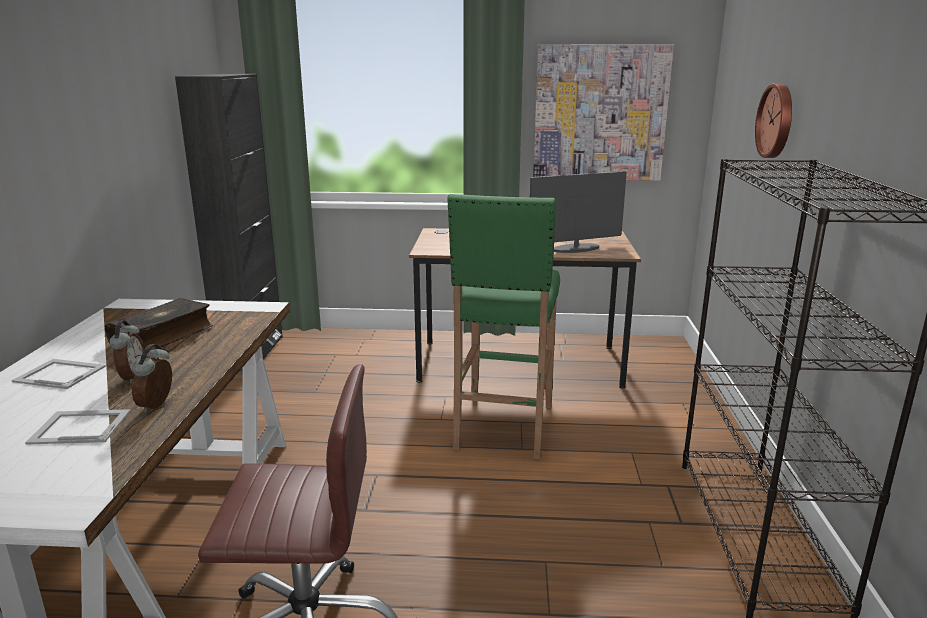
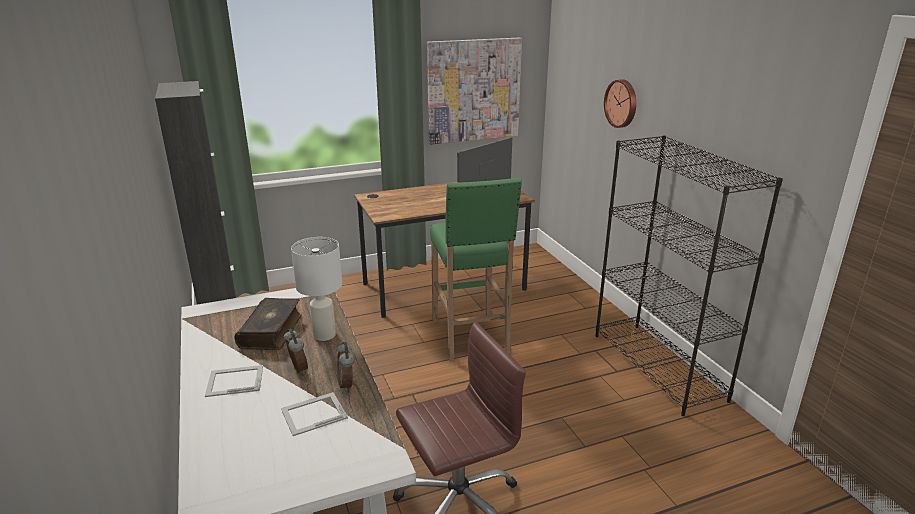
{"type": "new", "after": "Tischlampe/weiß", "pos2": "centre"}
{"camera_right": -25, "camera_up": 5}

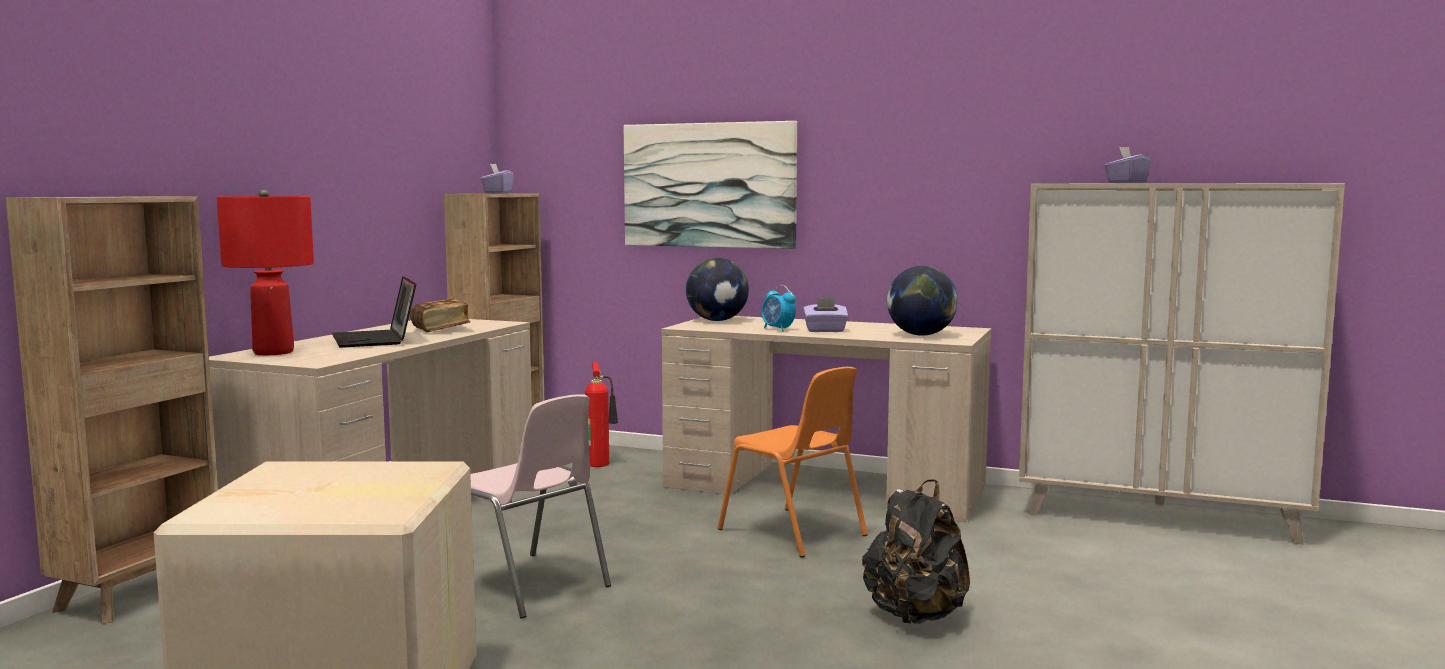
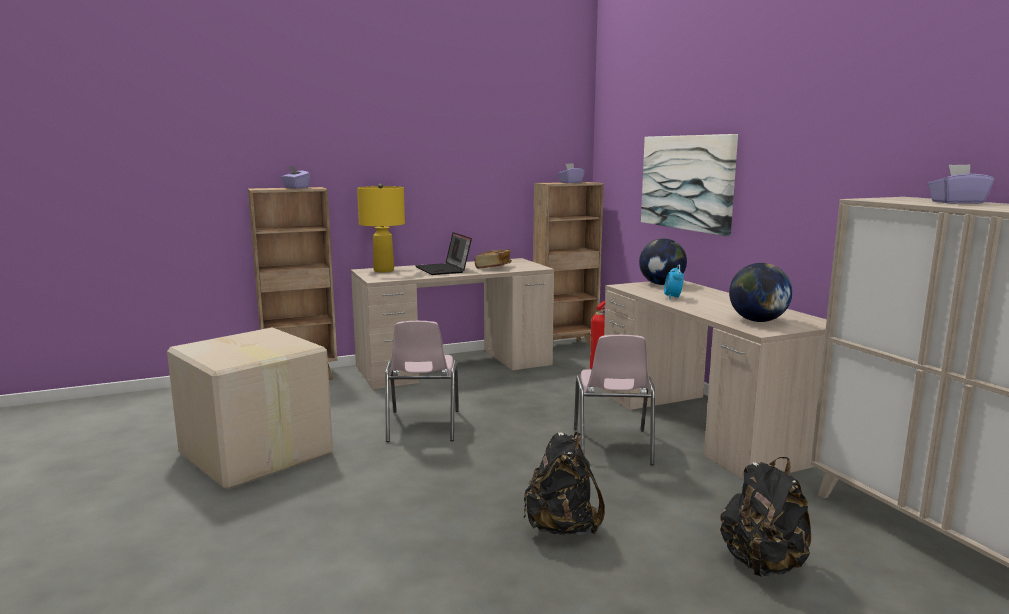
{"type": "repainted", "before": "Tischlampe/rot", "after": "Tischlampe/gelb", "pos1": "middle left", "pos2": "centre"}
{"type": "rotated", "before": "Laptop", "pos1": "middle left", "pos2": "centre", "turn": -45}
{"type": "repainted", "before": "Stuhl/orange", "after": "Stuhl/rosa (no. 2 from left)", "pos1": "bottom centre", "pos2": "centre"}
{"type": "shifted", "before": "Taschentuchbox/lila (no. 2 from left in the first image)", "after": "Taschentuchbox/lila (no. 1 from left)", "pos1": "centre", "pos2": "top left"}
{"type": "new", "after": "Rucksack/schwarz (no. 2 from left)", "pos2": "bottom right"}
{"camera_right": 45, "camera_up": 5}

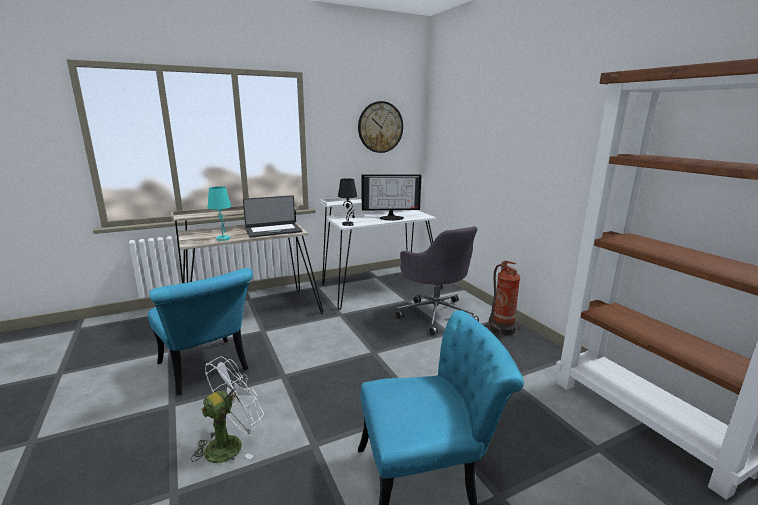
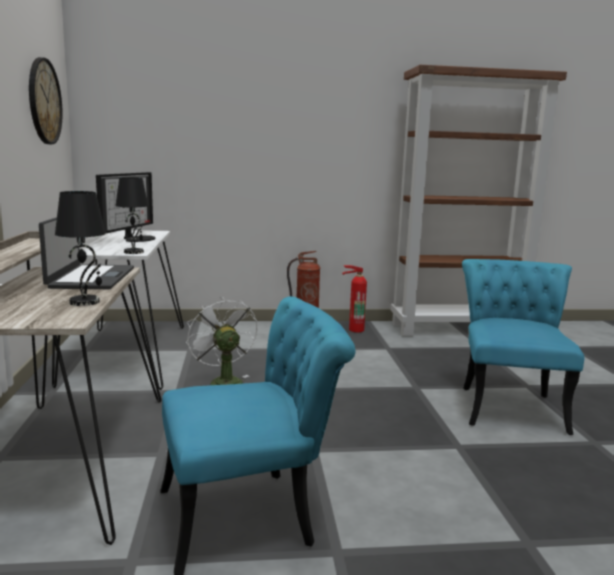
{"type": "shifted", "before": "Ventilator/weiß", "pos1": "bottom left", "pos2": "centre"}
{"type": "repainted", "before": "Tischlampe/türkis", "after": "Tischlampe/schwarz (no. 1 from left)", "pos1": "middle left", "pos2": "middle left"}
{"type": "gone", "before": "Bürostuhl/grau", "pos1": "centre"}
{"type": "new", "after": "Feuerlöscher (no. 2 from left)", "pos2": "centre"}
{"camera_right": -70, "camera_up": -5}

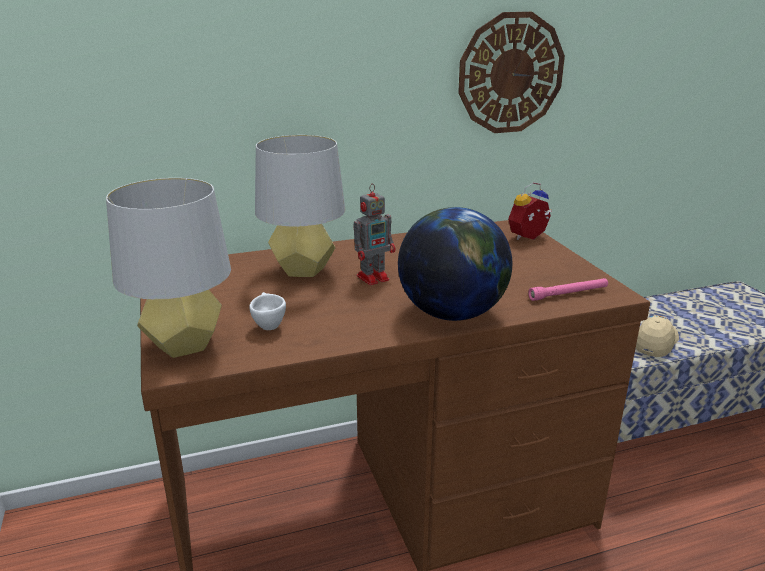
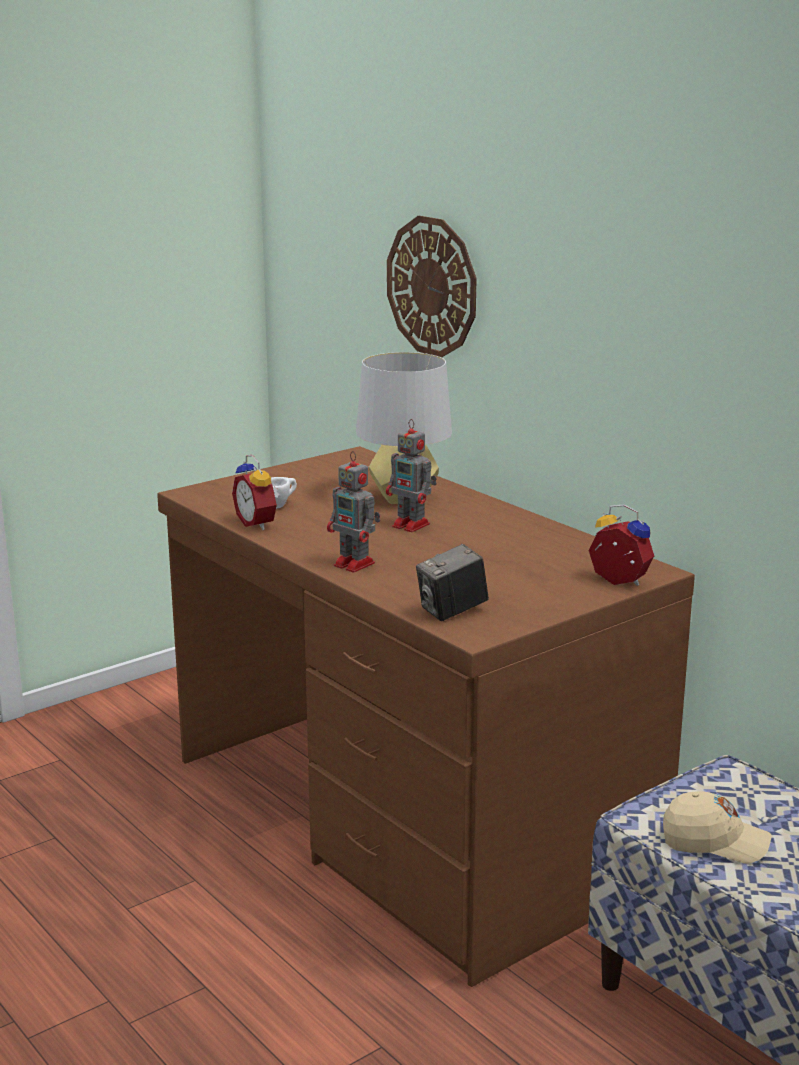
{"type": "gone", "before": "Tischlampe/grau (no. 1 from left)", "pos1": "middle left"}
{"type": "swapped", "before": "Globus", "after": "Spielzeugroboter (no. 1 from left)", "pos1": "centre", "pos2": "centre"}
{"type": "shifted", "before": "Wanduhr", "pos1": "top right", "pos2": "top centre"}
{"type": "swapped", "before": "Taschenlampe/rosa", "after": "Kamera", "pos1": "middle right", "pos2": "centre"}
{"type": "new", "after": "Wecker (no. 1 from left)", "pos2": "middle left"}
{"camera_right": 70, "camera_up": -5}

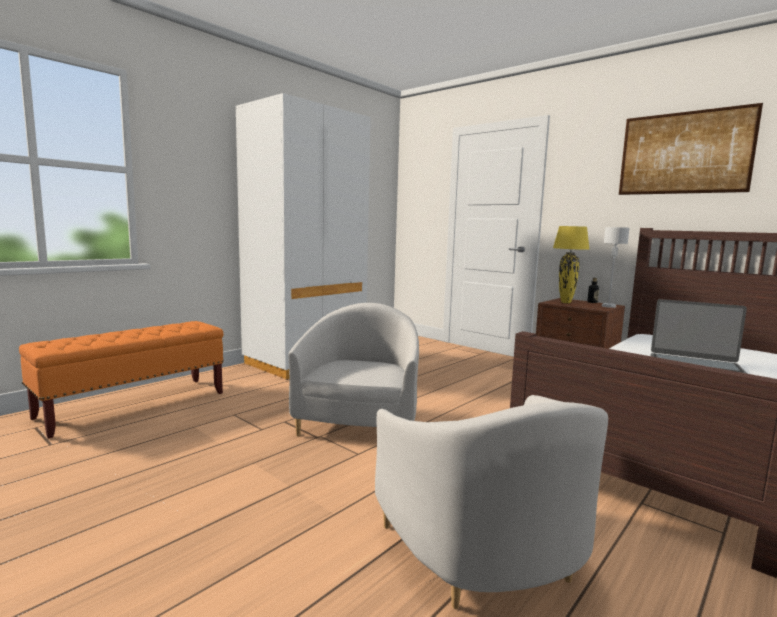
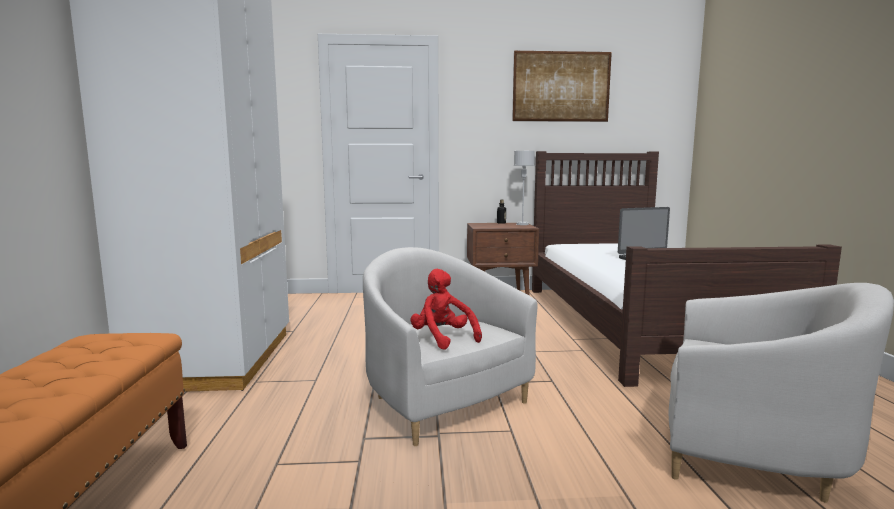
{"type": "gone", "before": "Tischlampe/gelb", "pos1": "middle right"}
{"type": "new", "after": "Plüschtier/rot", "pos2": "centre"}
{"camera_right": -45, "camera_up": 0}

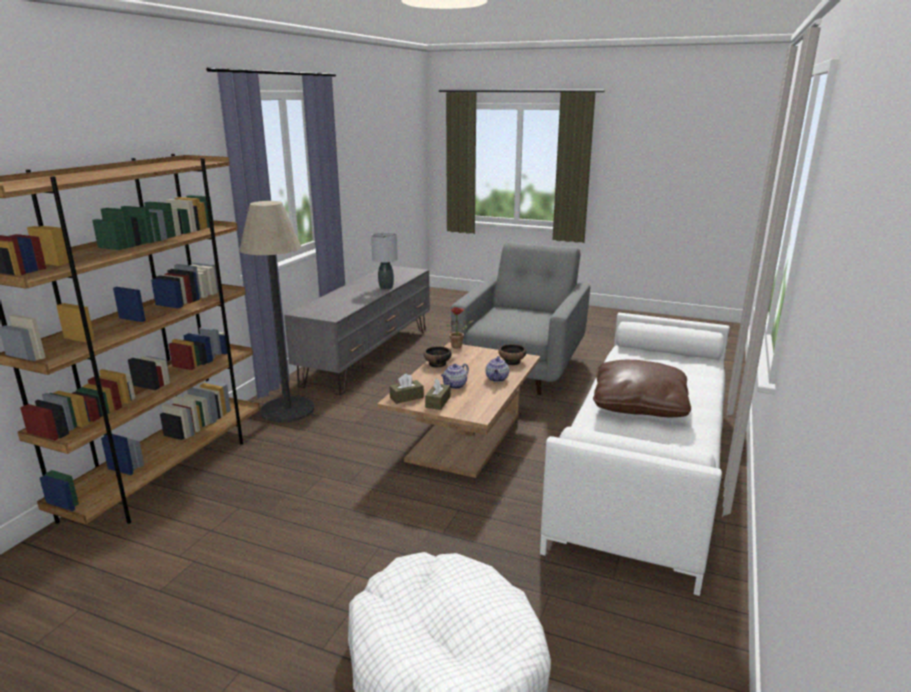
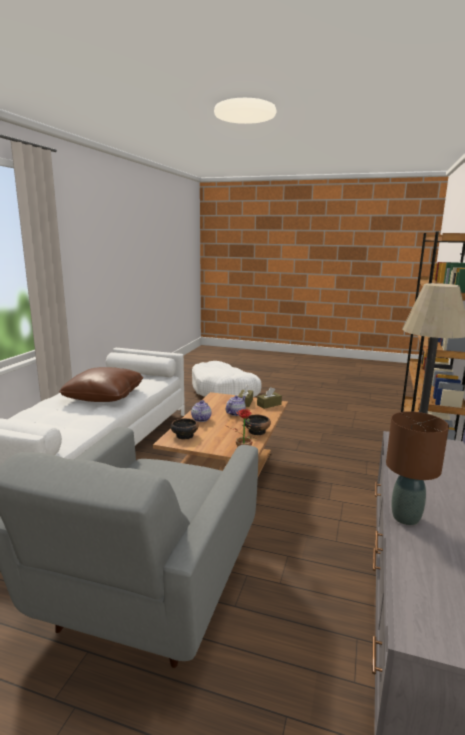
{"type": "repainted", "before": "Tischlampe/grau", "after": "Tischlampe/braun", "pos1": "centre", "pos2": "middle right"}
{"camera_right": 175, "camera_up": -5}

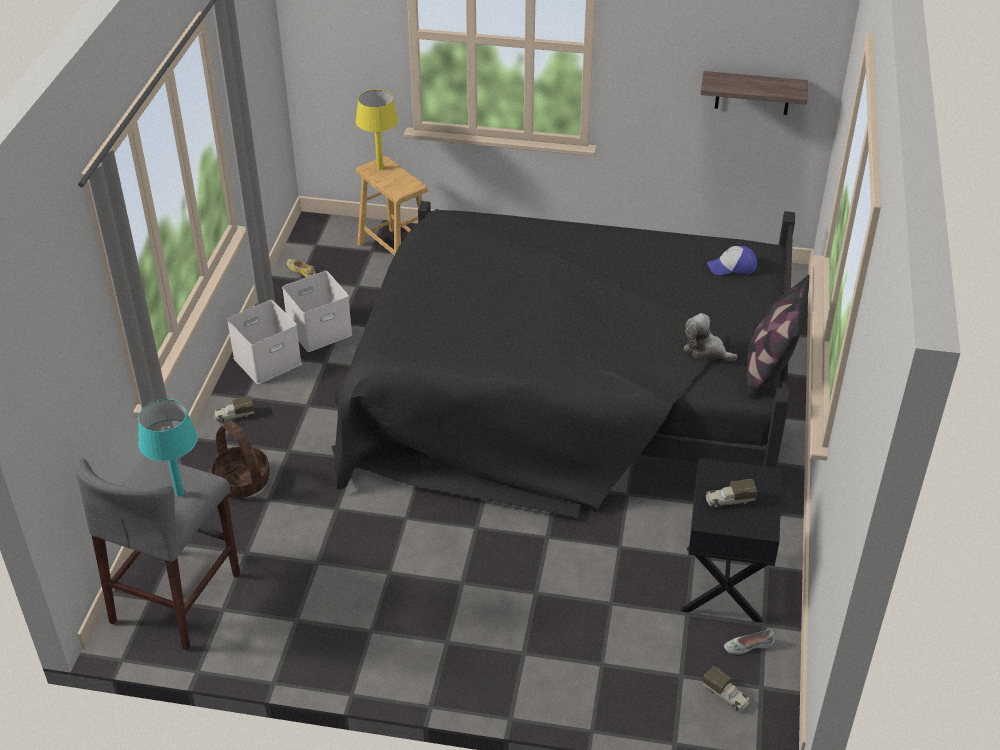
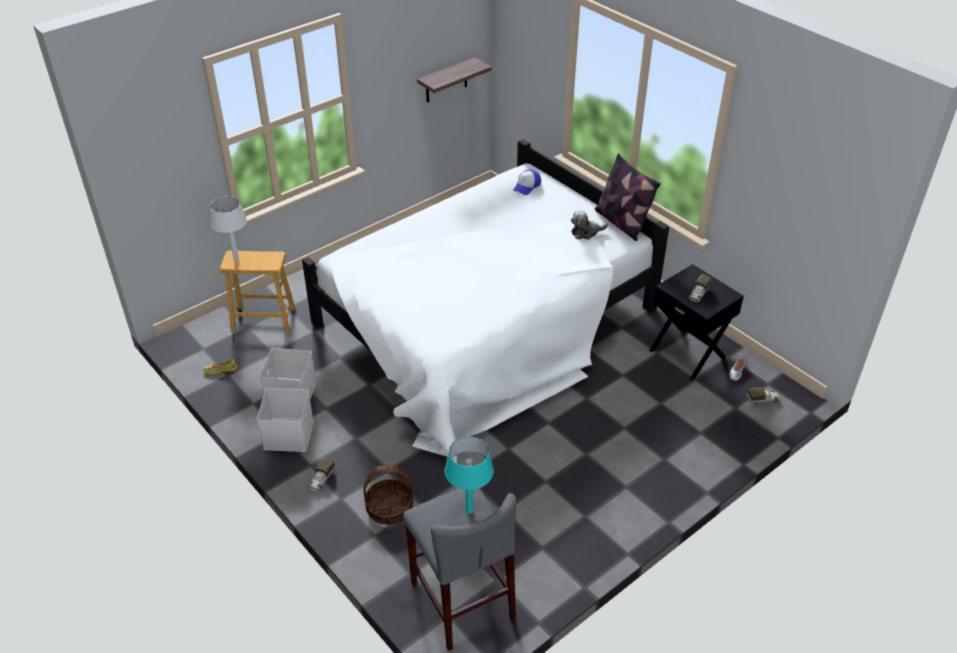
{"type": "repainted", "before": "Bett/schwarz", "after": "Bett/weiß", "pos1": "centre", "pos2": "centre"}
{"type": "repainted", "before": "Tischlampe/gelb", "after": "Tischlampe/weiß", "pos1": "top centre", "pos2": "middle left"}
{"camera_right": -50, "camera_up": 0}

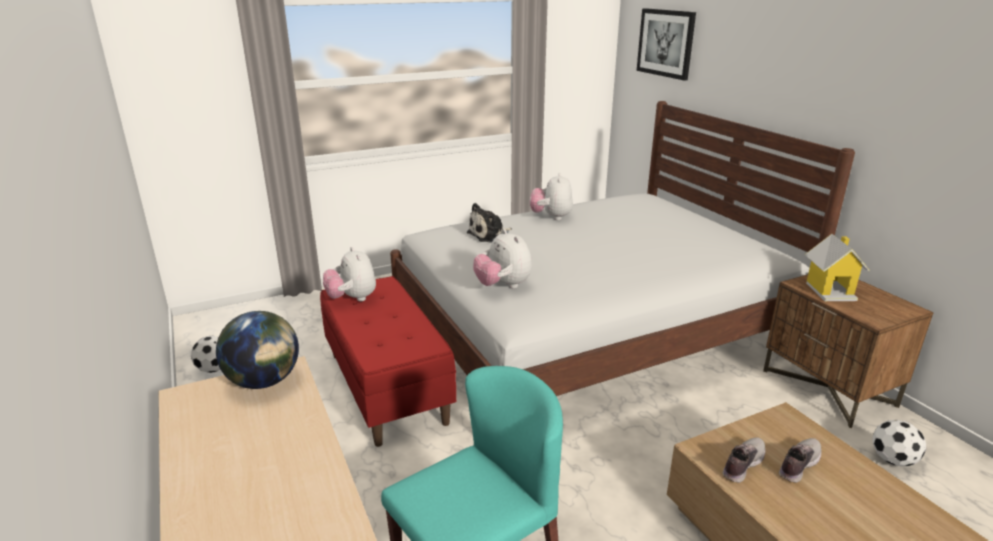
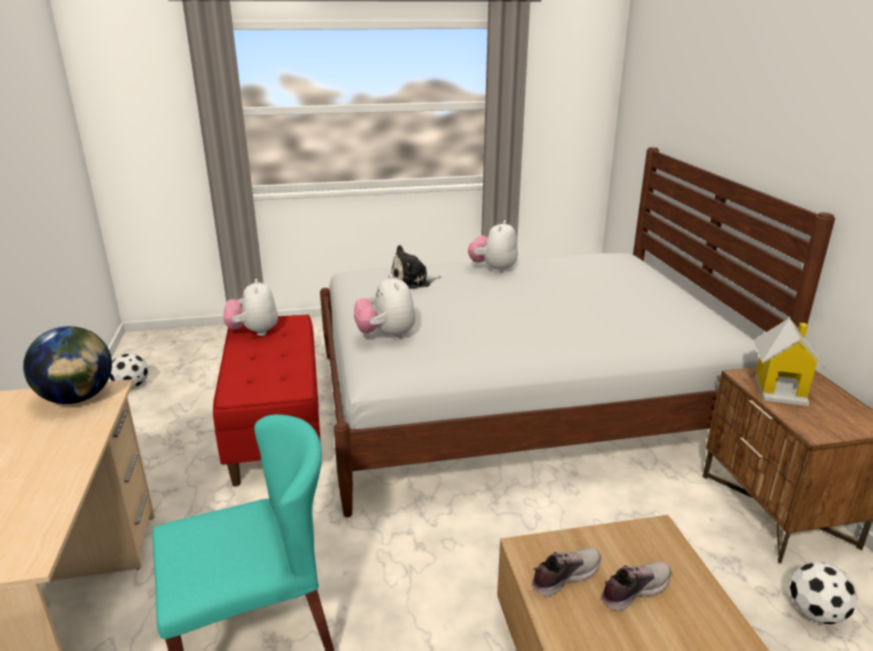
{"type": "gone", "before": "Bild", "pos1": "top right"}
{"camera_right": 15, "camera_up": 0}

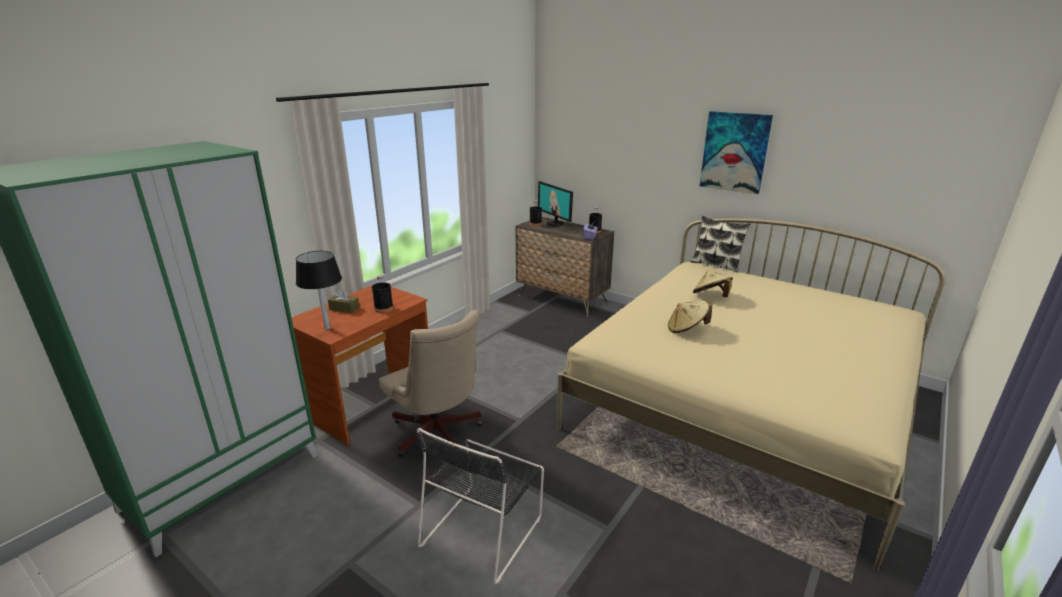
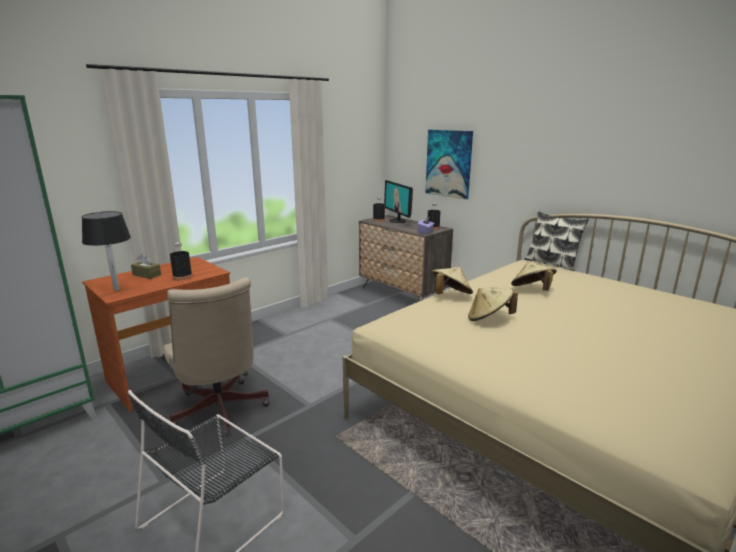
{"type": "shifted", "before": "Bild", "pos1": "top right", "pos2": "top centre"}
{"type": "new", "after": "Hut/beige (no. 1 from left)", "pos2": "centre"}
{"camera_right": 10, "camera_up": -5}

